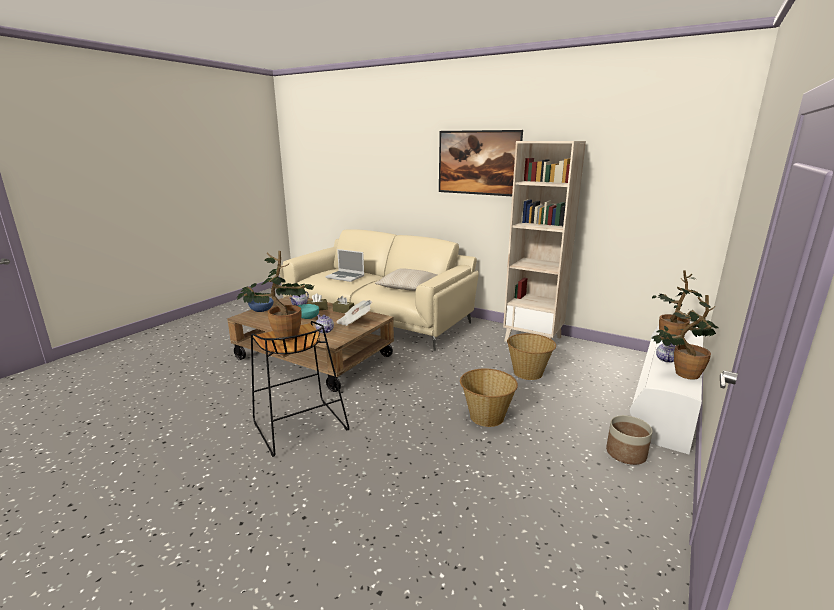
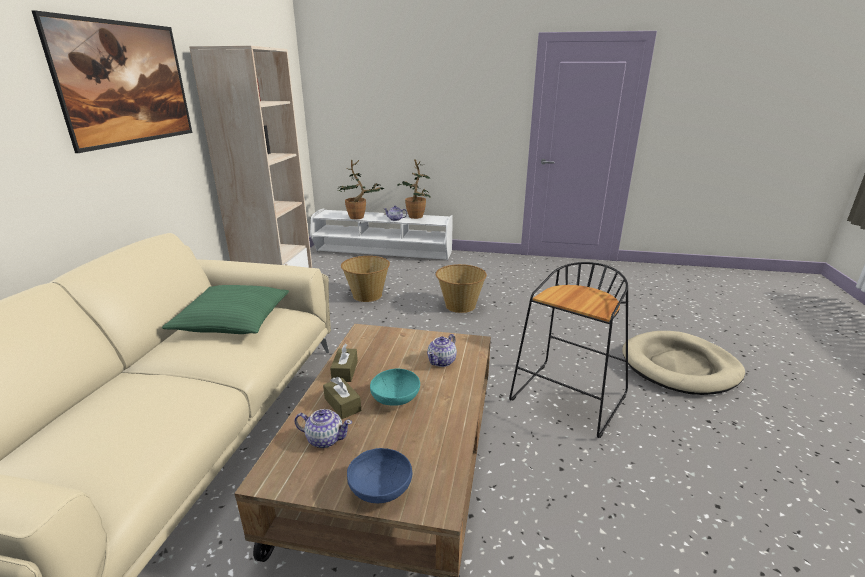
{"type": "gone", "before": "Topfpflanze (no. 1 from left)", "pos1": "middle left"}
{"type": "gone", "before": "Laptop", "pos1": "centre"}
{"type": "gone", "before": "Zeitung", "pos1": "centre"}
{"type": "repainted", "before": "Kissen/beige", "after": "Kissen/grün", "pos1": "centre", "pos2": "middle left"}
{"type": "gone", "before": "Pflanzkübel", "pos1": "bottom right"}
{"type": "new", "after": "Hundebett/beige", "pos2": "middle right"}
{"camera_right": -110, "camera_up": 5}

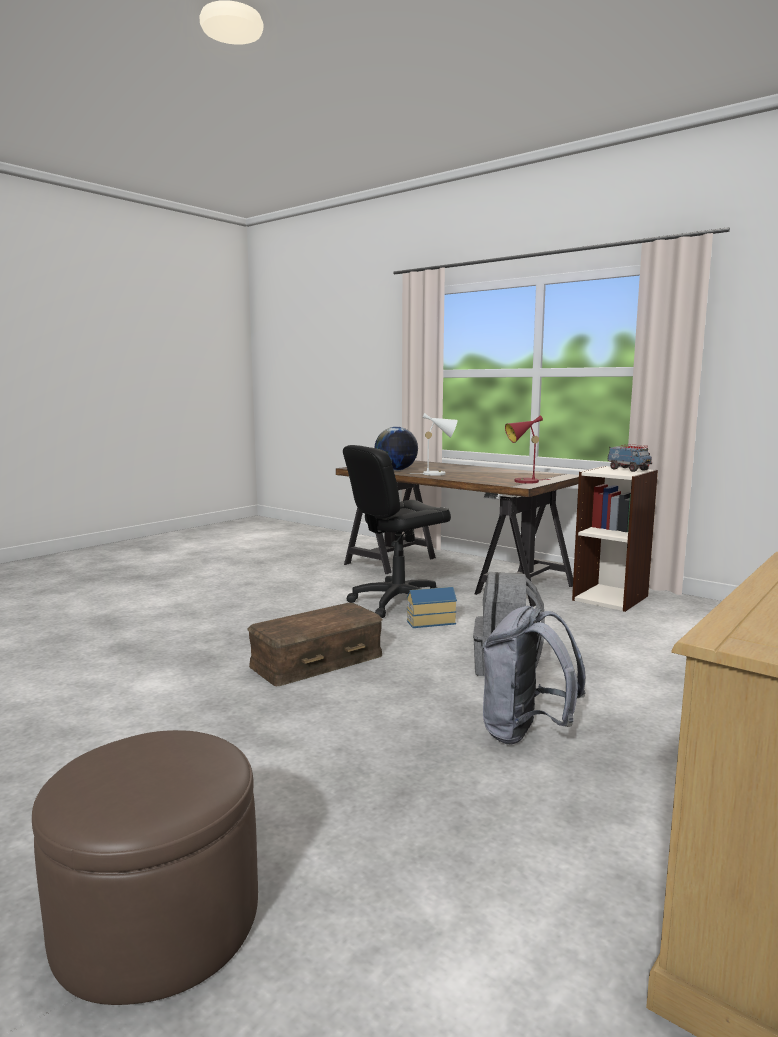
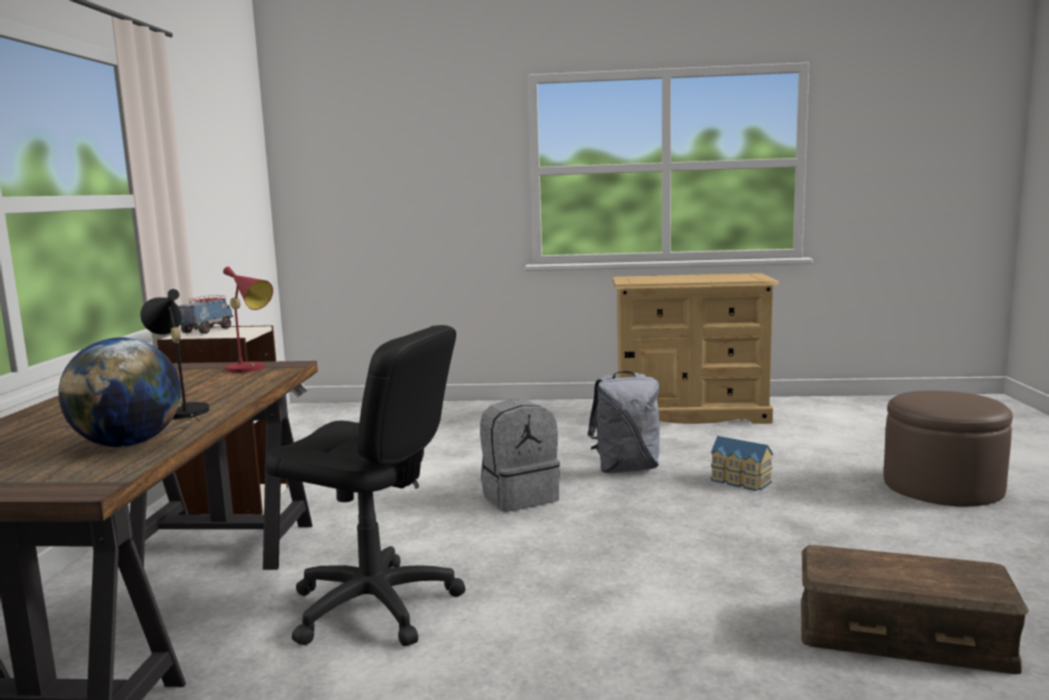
{"type": "shifted", "before": "Aufbewahrungsbox/braun", "pos1": "centre", "pos2": "bottom right"}
{"type": "shifted", "before": "Spielzeughaus", "pos1": "centre", "pos2": "middle right"}
{"type": "repainted", "before": "Tischlampe/weiß", "after": "Tischlampe/schwarz", "pos1": "centre", "pos2": "middle left"}
{"camera_right": -125, "camera_up": 0}

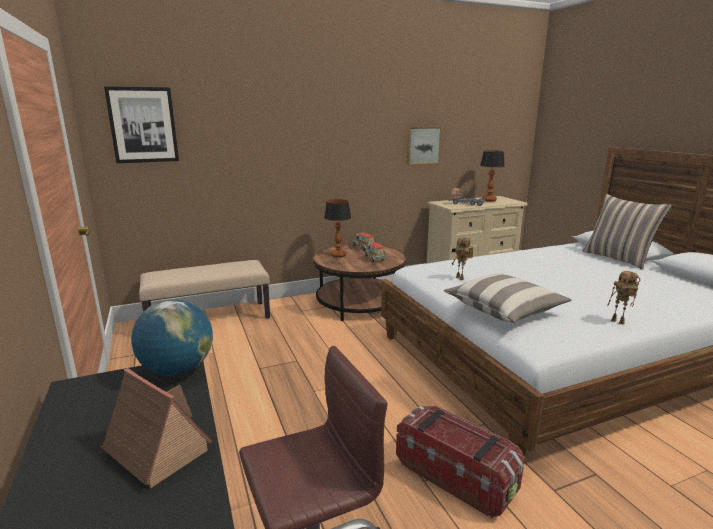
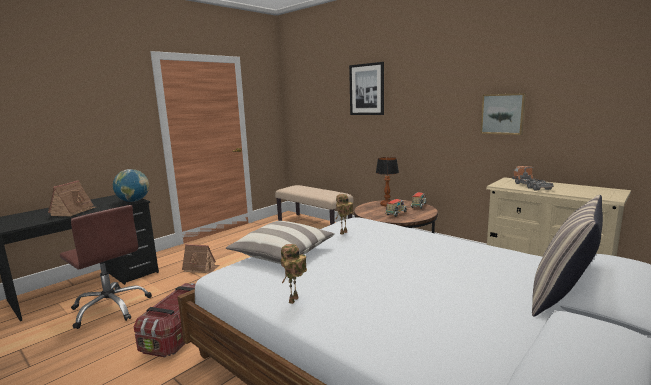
{"type": "shifted", "before": "Bild (no. 1 from left)", "pos1": "top left", "pos2": "top centre"}
{"type": "gone", "before": "Tischlampe (no. 2 from left)", "pos1": "top right"}
{"type": "new", "after": "Spielzeughaus (no. 2 from left)", "pos2": "bottom left"}
{"camera_right": 65, "camera_up": -5}

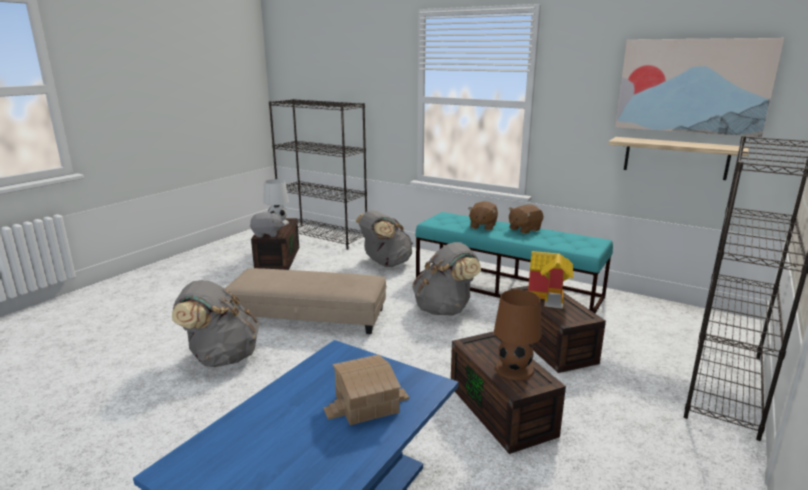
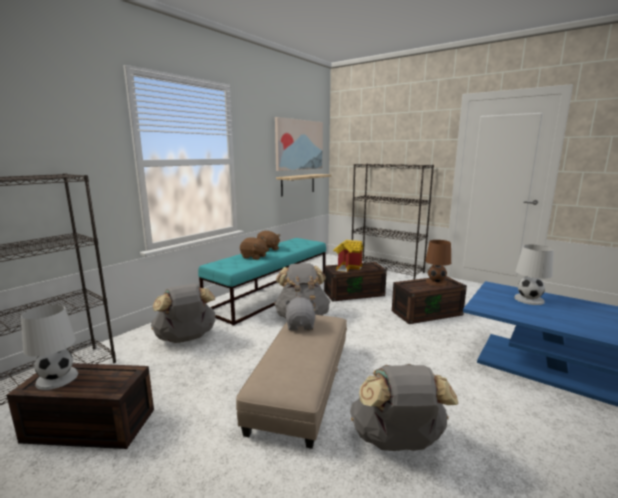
{"type": "shifted", "before": "Plüschtier/grau", "pos1": "middle left", "pos2": "centre"}
{"type": "swapped", "before": "Spielzeughaus (no. 1 from left)", "after": "Tischlampe/weiß (no. 2 from left)", "pos1": "bottom centre", "pos2": "middle right"}
{"camera_right": -85, "camera_up": -5}

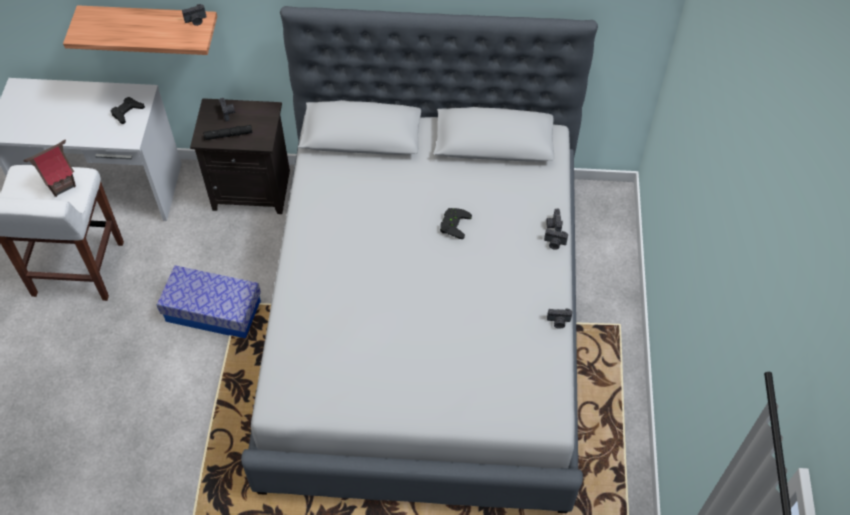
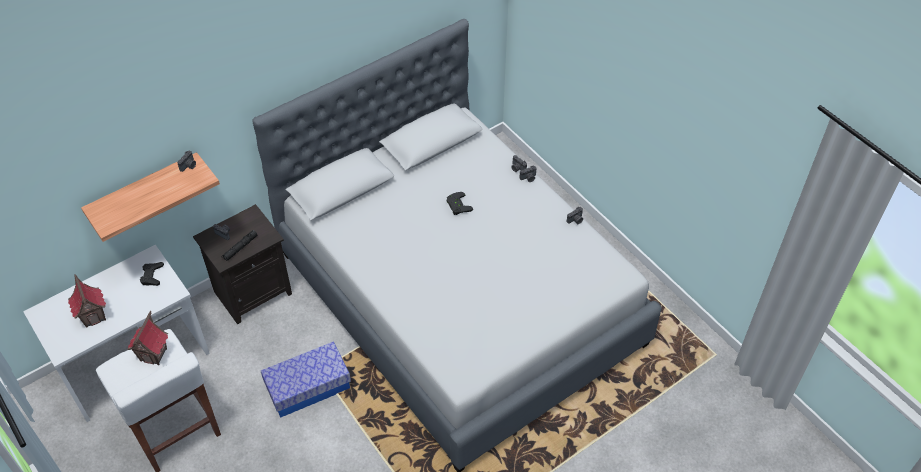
{"type": "new", "after": "Spielzeughaus (no. 1 from left)", "pos2": "middle left"}
{"camera_right": -40, "camera_up": -5}

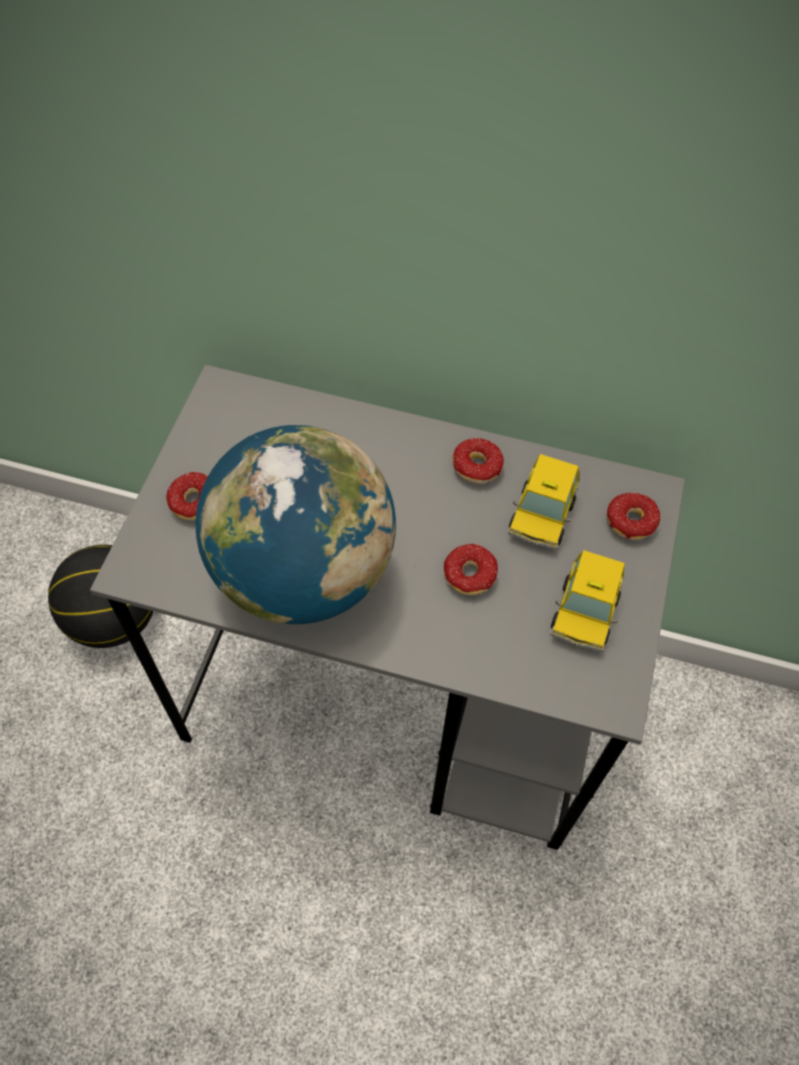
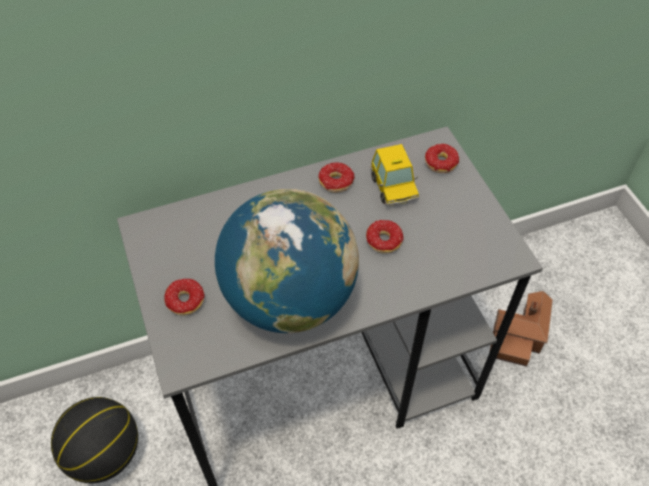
{"type": "gone", "before": "Spielzeugauto (no. 2 from left)", "pos1": "middle right"}
{"type": "new", "after": "Spielzeughaus", "pos2": "bottom right"}
{"camera_right": -35, "camera_up": -5}

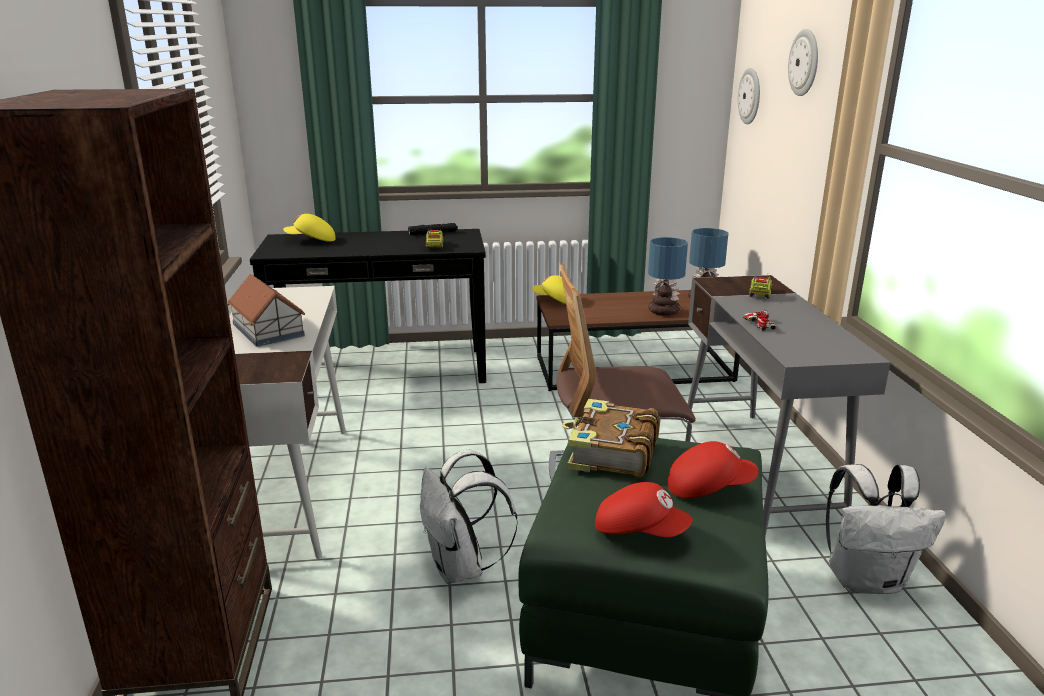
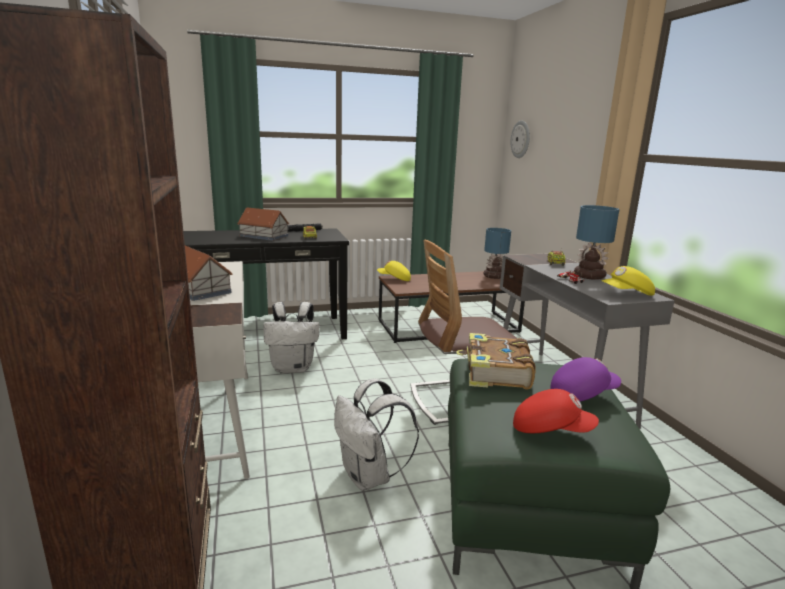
{"type": "shifted", "before": "Kappe/gelb (no. 1 from left in the first image)", "after": "Kappe/gelb (no. 2 from left)", "pos1": "top left", "pos2": "middle right"}
{"type": "shifted", "before": "Tischlampe (no. 1 from left in the first image)", "after": "Tischlampe (no. 2 from left)", "pos1": "centre", "pos2": "middle right"}
{"type": "repainted", "before": "Kappe/rot (no. 2 from left)", "after": "Kappe/lila", "pos1": "bottom right", "pos2": "middle right"}
{"type": "gone", "before": "Wanduhr (no. 2 from left)", "pos1": "top right"}
{"type": "shifted", "before": "Rucksack/weiß (no. 2 from left in the first image)", "after": "Rucksack/weiß (no. 1 from left)", "pos1": "bottom right", "pos2": "centre"}
{"type": "new", "after": "Spielzeughaus (no. 2 from left)", "pos2": "centre"}
{"camera_right": -10, "camera_up": -5}

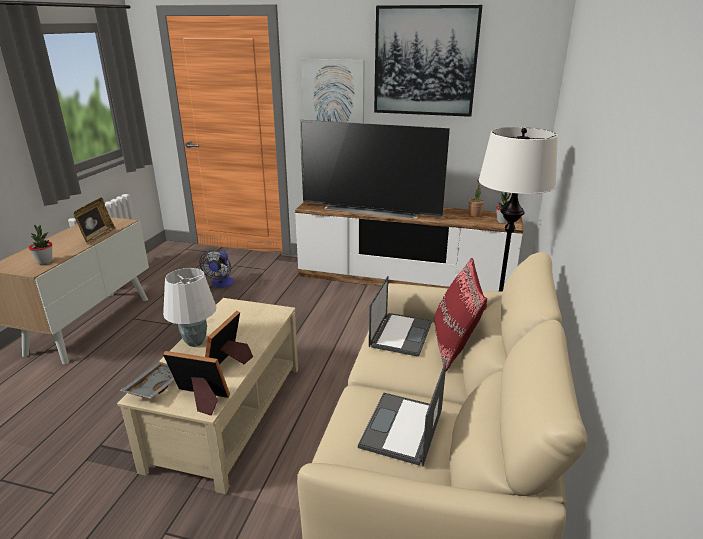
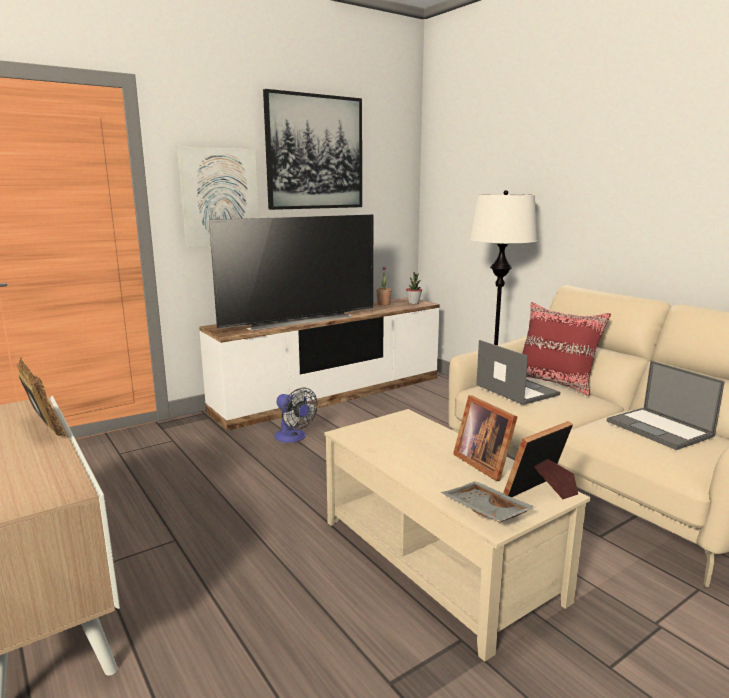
{"type": "gone", "before": "Topfpflanze (no. 1 from left)", "pos1": "middle left"}
{"type": "gone", "before": "Tischlampe/weiß", "pos1": "middle left"}
{"type": "shifted", "before": "Ventilator", "pos1": "middle left", "pos2": "centre"}
{"camera_right": -50, "camera_up": -10}

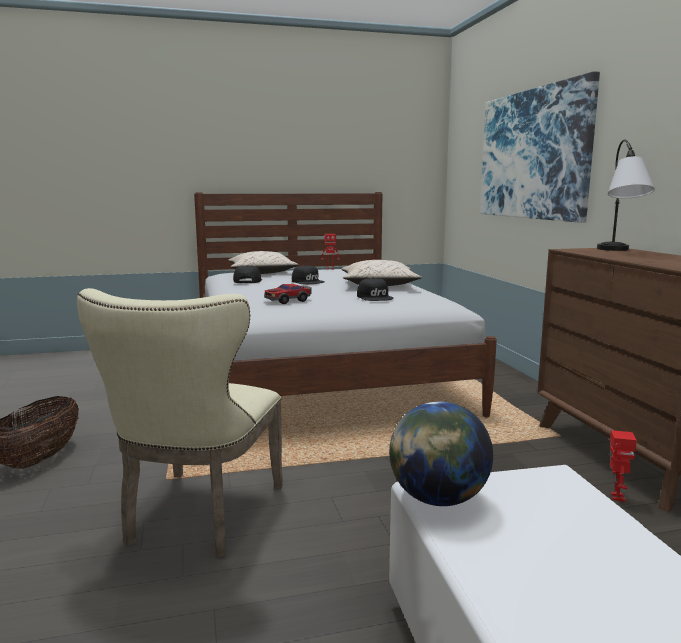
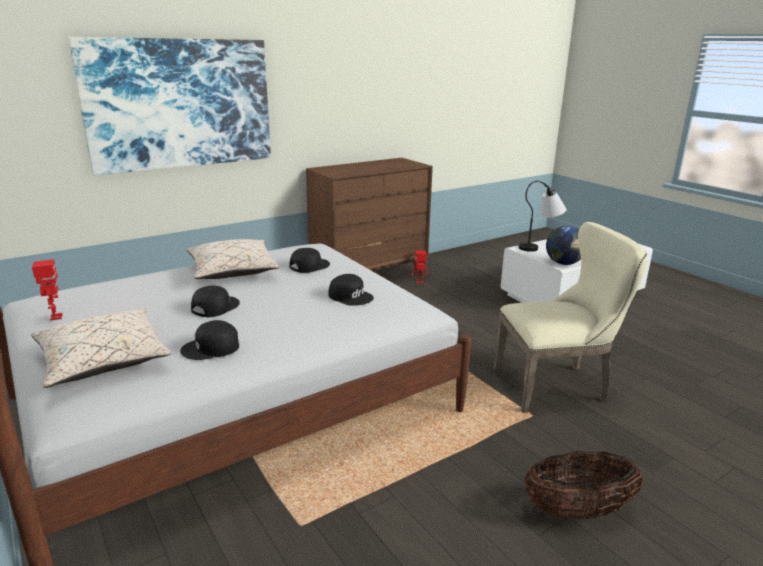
{"type": "swapped", "before": "Spielzeugauto", "after": "Kappe/schwarz (no. 4 from left)", "pos1": "centre", "pos2": "centre"}
{"type": "shifted", "before": "Tischlampe", "pos1": "top right", "pos2": "middle right"}
{"camera_right": -110, "camera_up": 10}

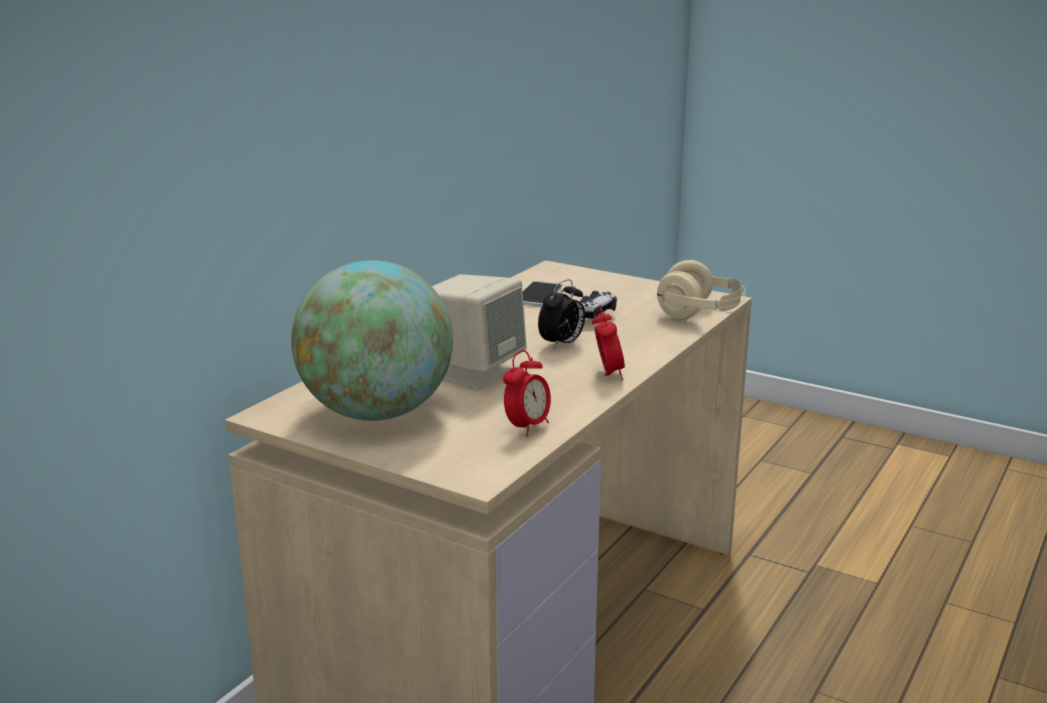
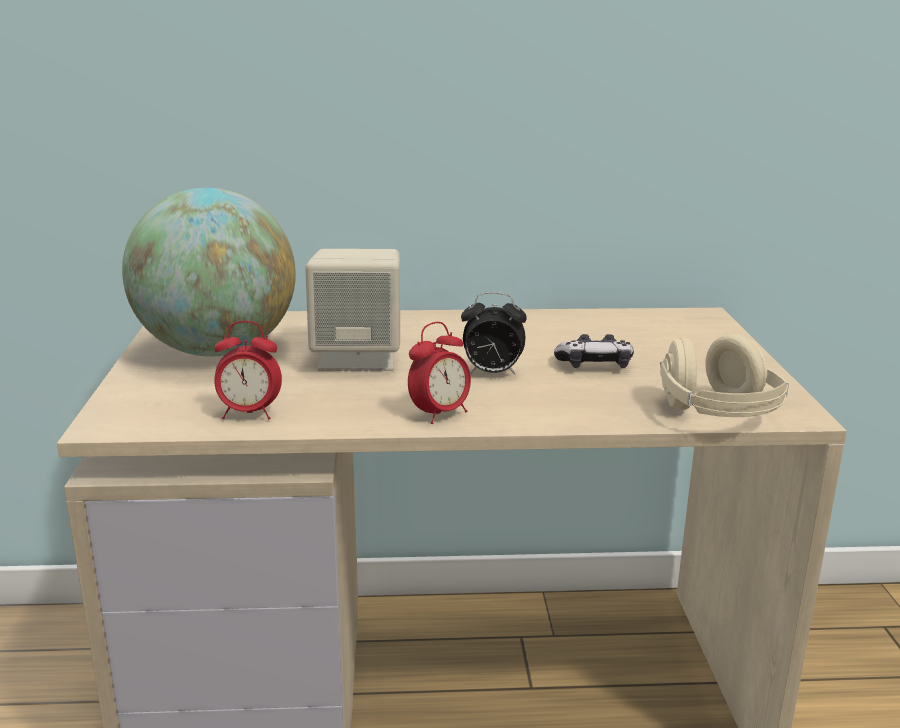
{"type": "gone", "before": "Handy", "pos1": "centre"}
{"camera_right": 55, "camera_up": 0}

